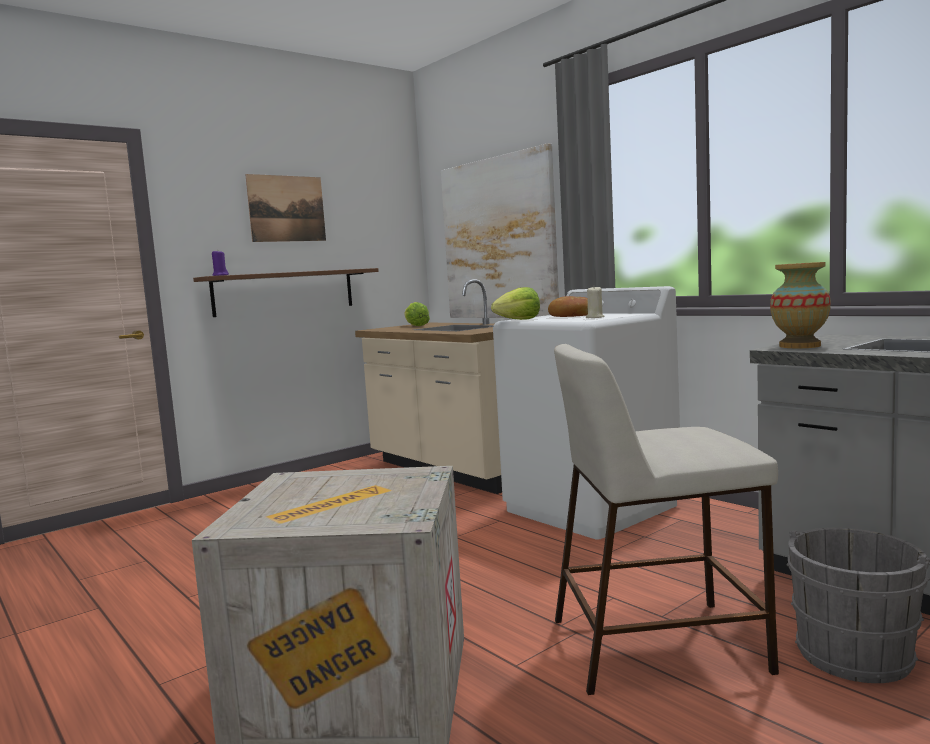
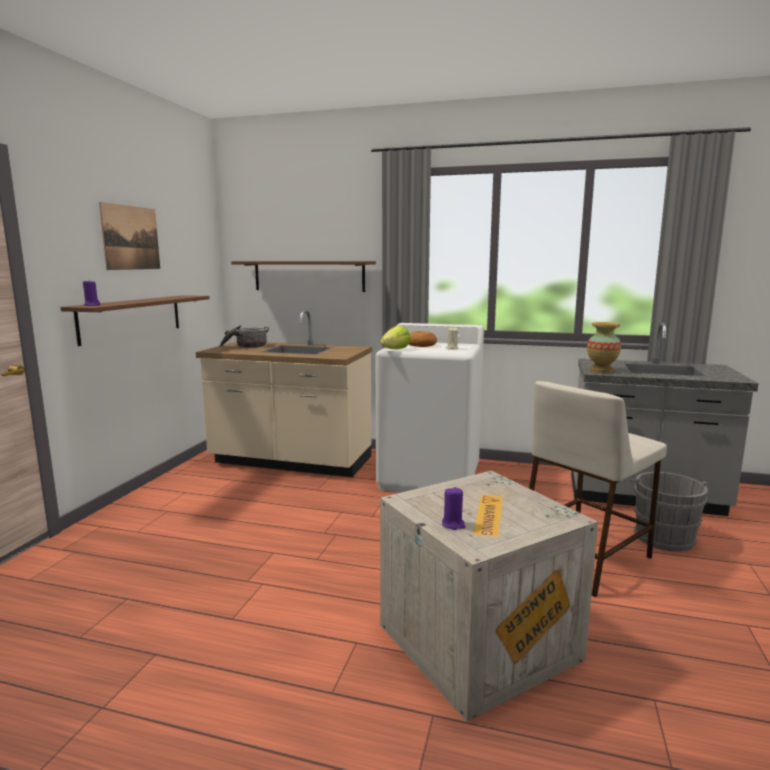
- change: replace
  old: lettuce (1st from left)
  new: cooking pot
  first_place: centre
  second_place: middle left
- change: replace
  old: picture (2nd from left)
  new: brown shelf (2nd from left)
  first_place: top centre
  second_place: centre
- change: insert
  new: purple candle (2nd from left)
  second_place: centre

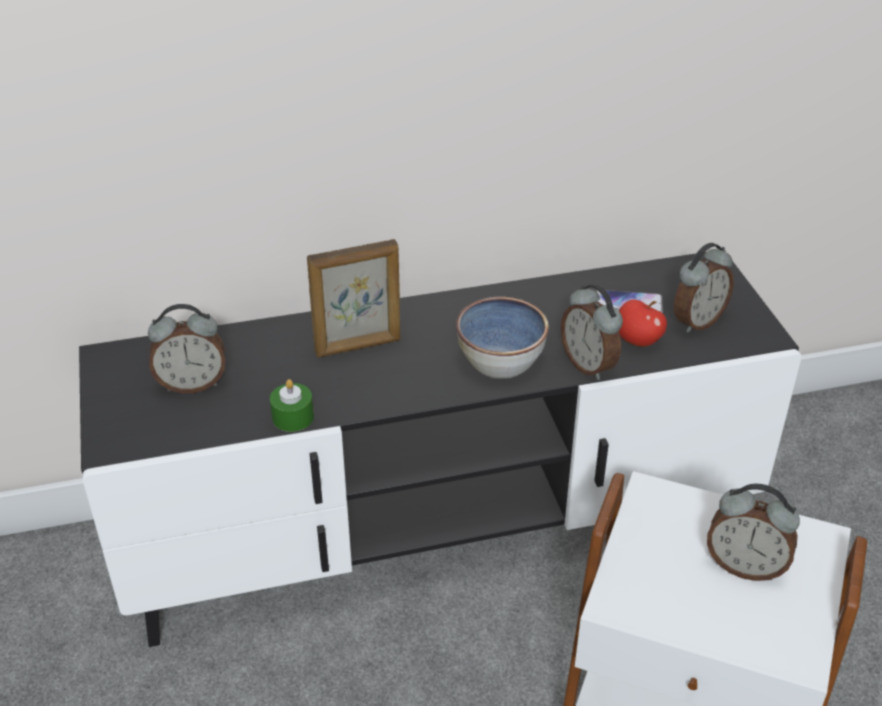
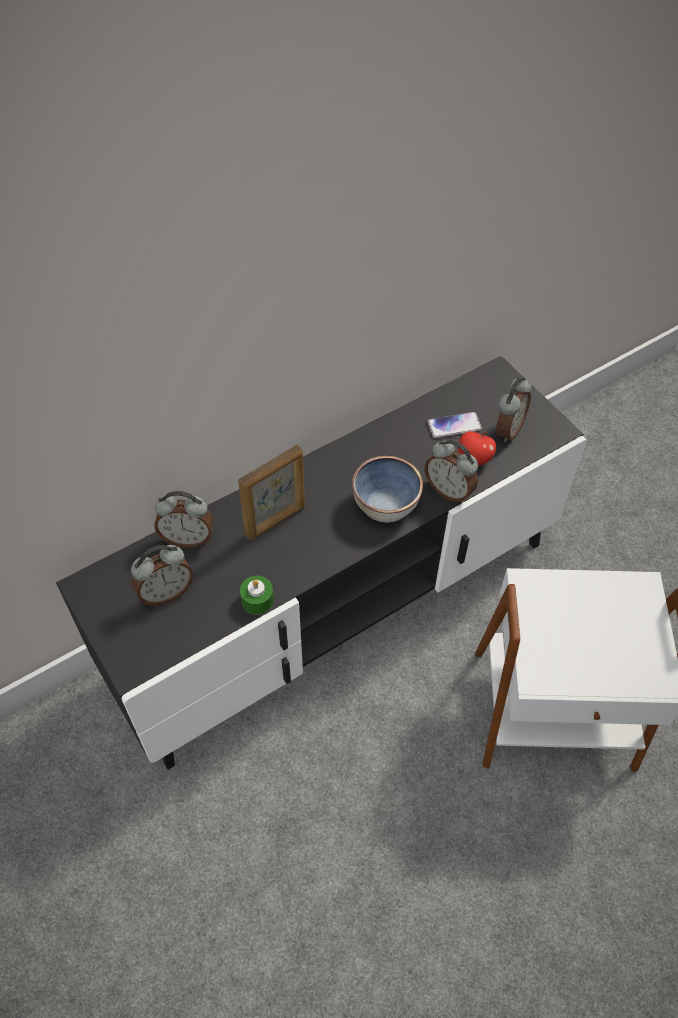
- change: move
  old: alarm clock (4th from left in the first image)
  new: alarm clock (2nd from left)
  first_place: bottom right
  second_place: middle left

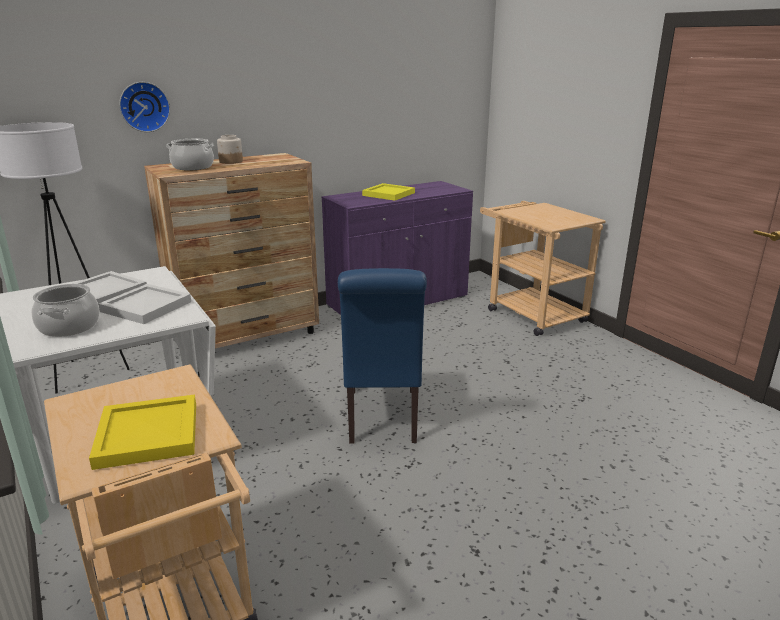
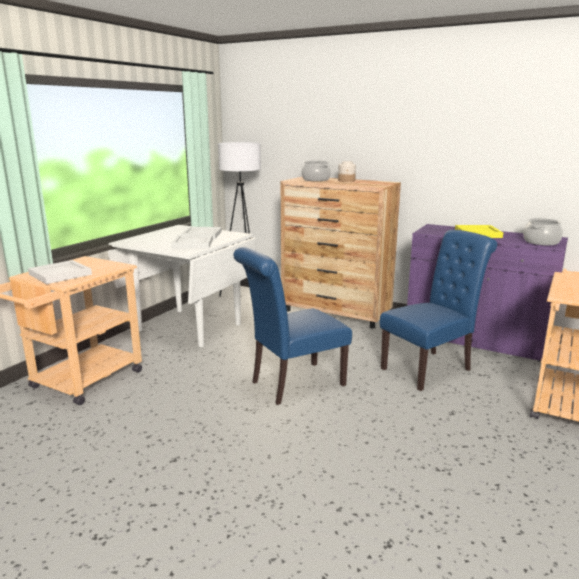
- change: move
  old: cooking pot (1st from left in the first image)
  new: cooking pot (2nd from left)
  first_place: middle left
  second_place: middle right
- change: recolor
  old: yellow tray (1st from left)
  new: white tray (1st from left)
  first_place: bottom left
  second_place: middle left
- change: delete
  old: wall clock
  first_place: top left
- change: insert
  new: blue chair (2nd from left)
  second_place: middle right

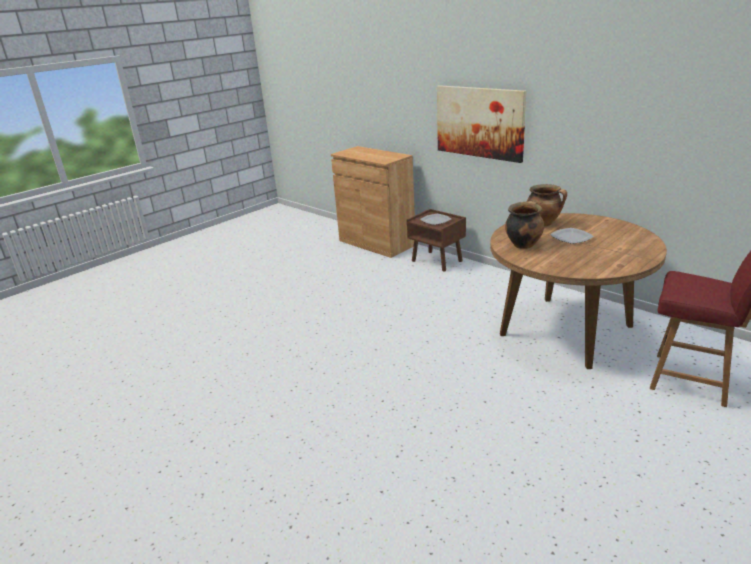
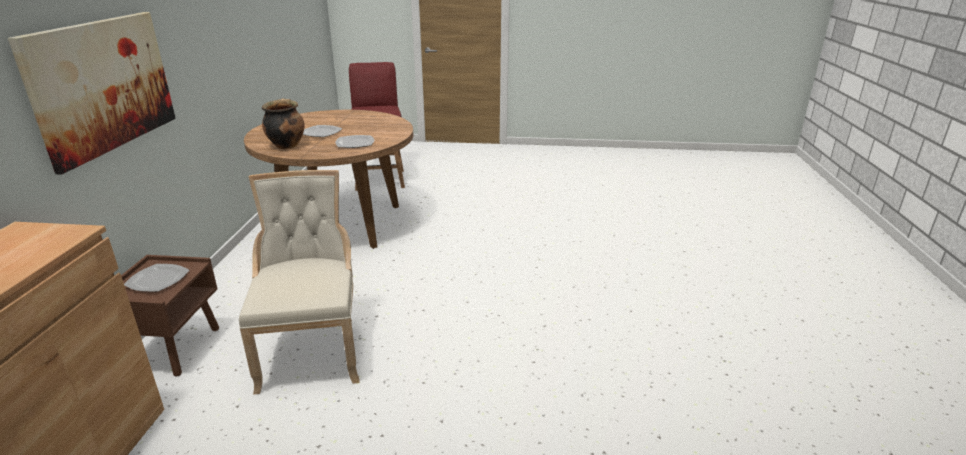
- change: replace
  old: cooking pot (1st from left)
  new: plate (3rd from left)
  first_place: middle right
  second_place: top centre
- change: insert
  new: beige chair
  second_place: middle left

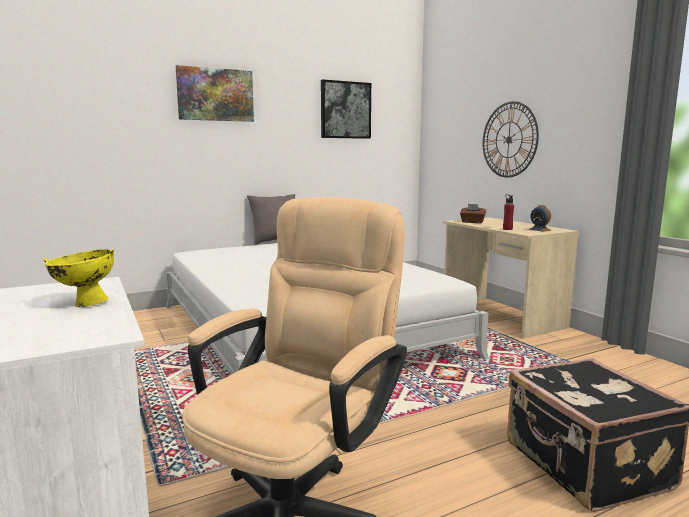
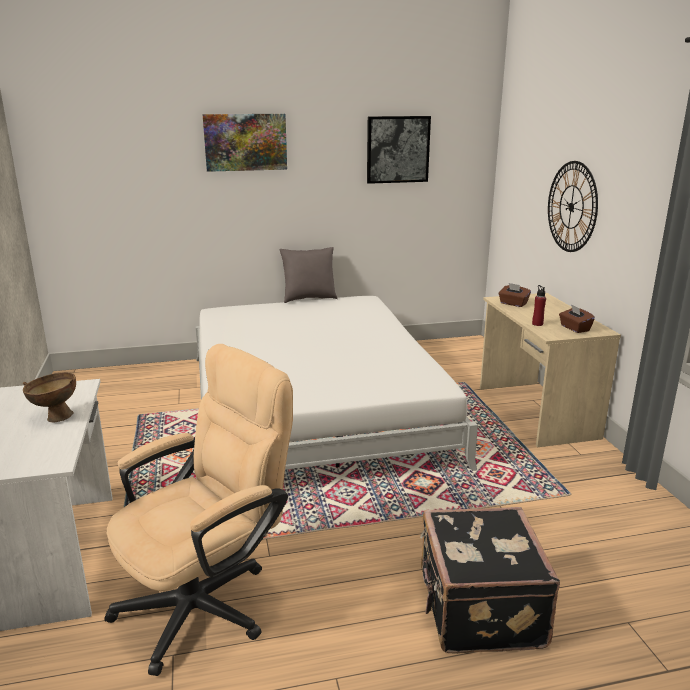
- change: recolor
  old: yellow bowl
  new: brown bowl
  first_place: middle left
  second_place: middle left
- change: replace
  old: alarm clock
  new: brown tissue box (2nd from left)
  first_place: middle right
  second_place: middle right

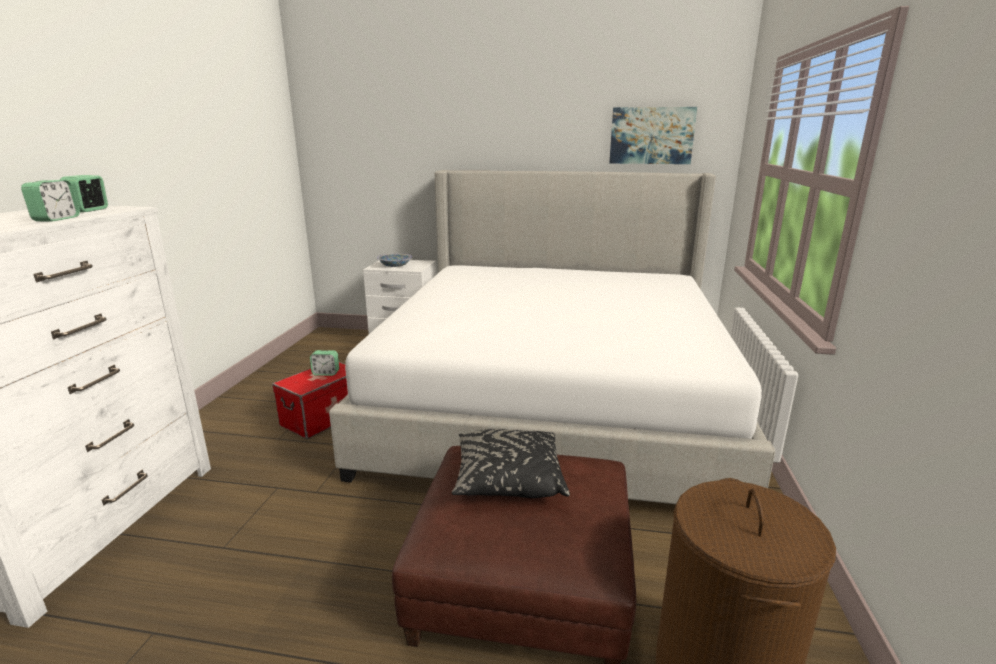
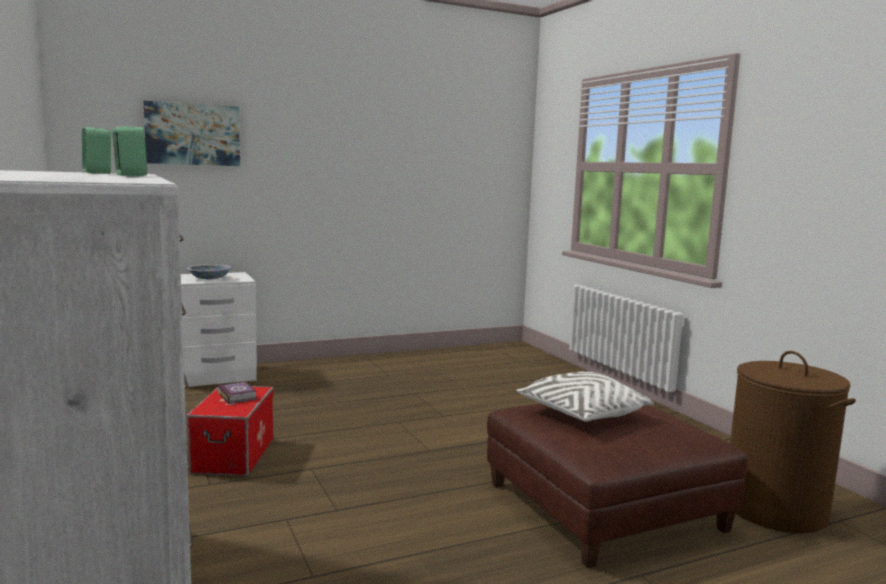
- change: replace
  old: alarm clock (3rd from left)
  new: book
  first_place: middle left
  second_place: bottom left
- change: delete
  old: bed
  first_place: centre
- change: recolor
  old: black pillow
  new: white pillow
  first_place: bottom centre
  second_place: bottom centre
- change: move
  old: picture
  first_place: top centre
  second_place: top left

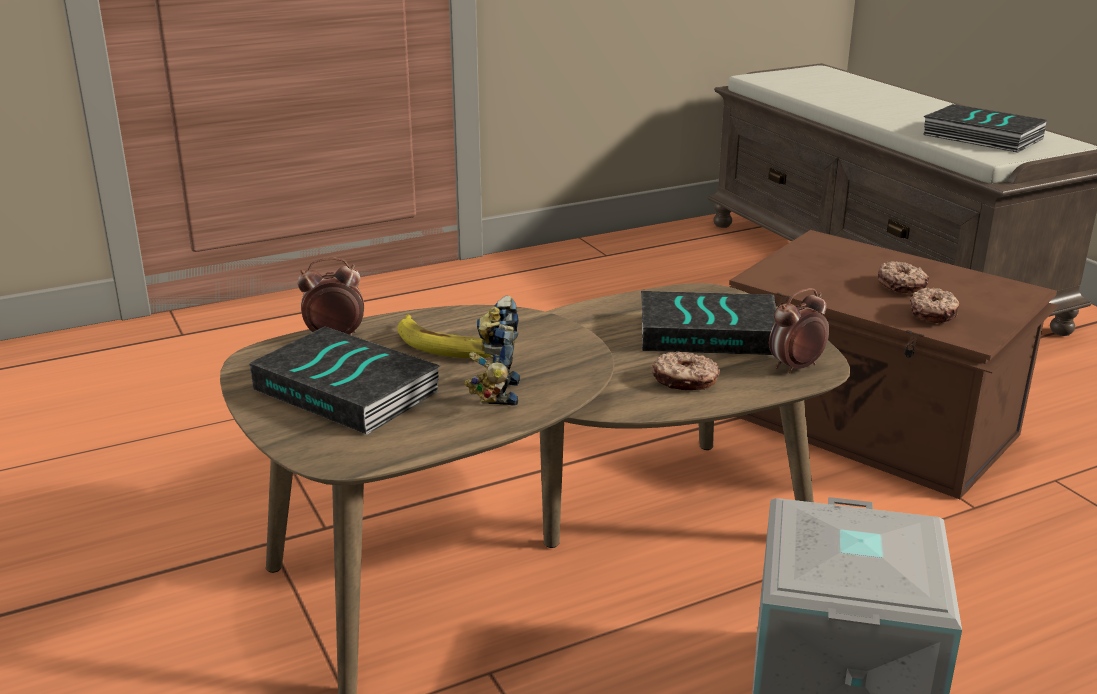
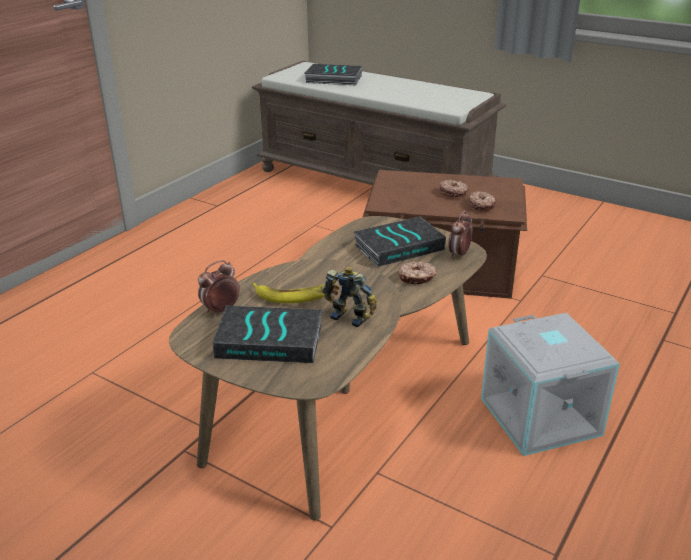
- change: rotate
  old: toy robot
  first_place: centre
  second_place: centre
  degrees: 150
- change: move
  old: book (3rd from left in the first image)
  new: book (2nd from left)
  first_place: top right
  second_place: top centre

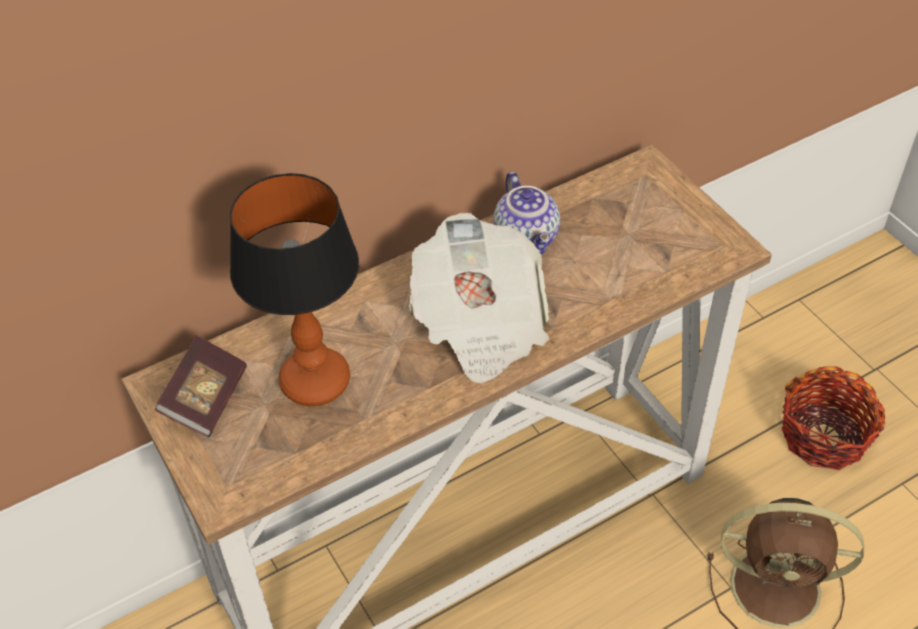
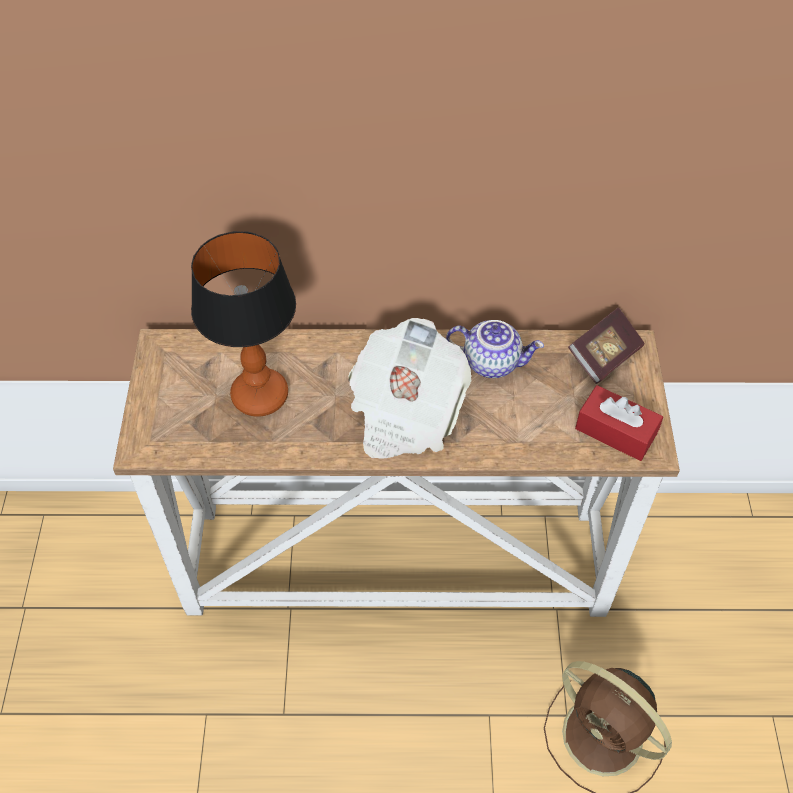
- change: move
  old: book
  first_place: middle left
  second_place: middle right
- change: rotate
  old: teapot
  first_place: centre
  second_place: centre
  degrees: -90
- change: delete
  old: basket
  first_place: middle right
- change: insert
  new: red tissue box
  second_place: middle right

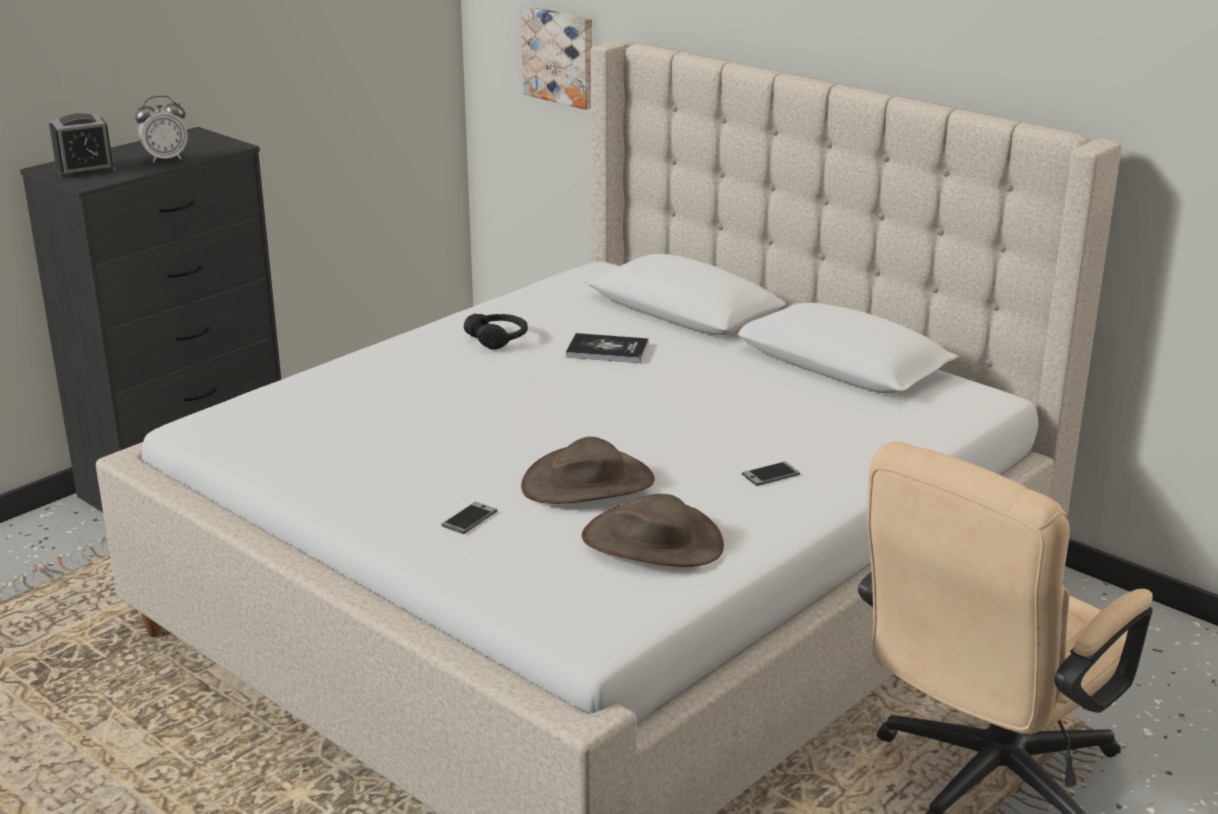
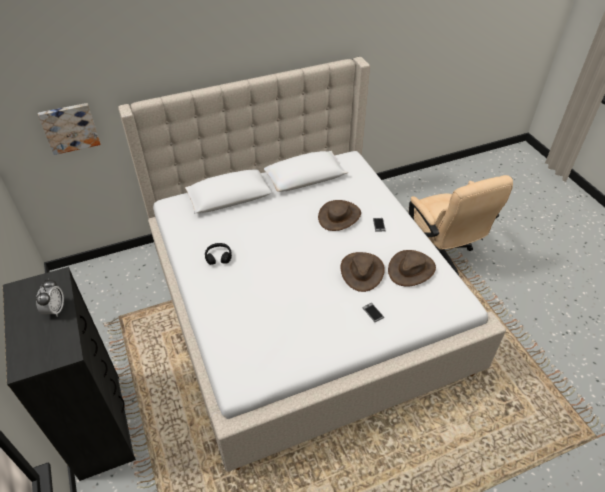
- change: delete
  old: alarm clock (1st from left)
  first_place: top left
- change: delete
  old: book
  first_place: centre
- change: insert
  new: brown hat (1st from left)
  second_place: centre

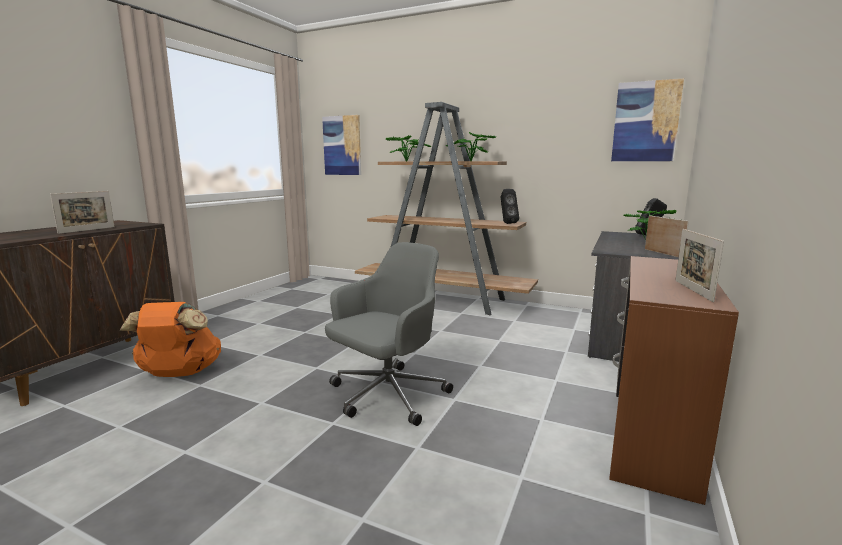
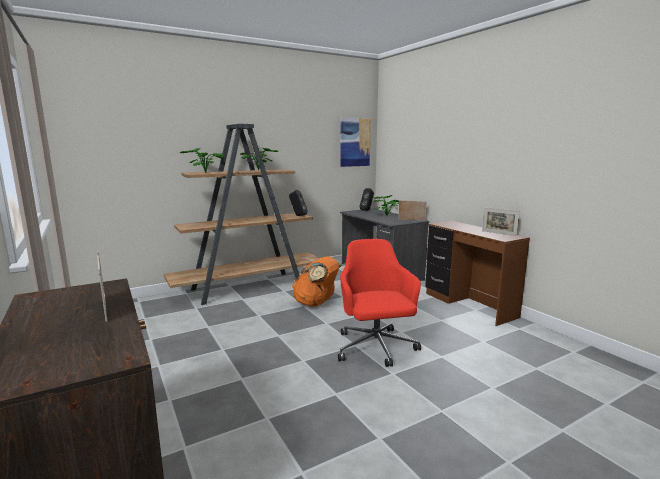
- change: move
  old: orange backpack
  first_place: middle left
  second_place: centre
- change: delete
  old: picture (1st from left)
  first_place: top centre
- change: recolor
  old: grey office chair
  new: red office chair
  first_place: centre
  second_place: centre

